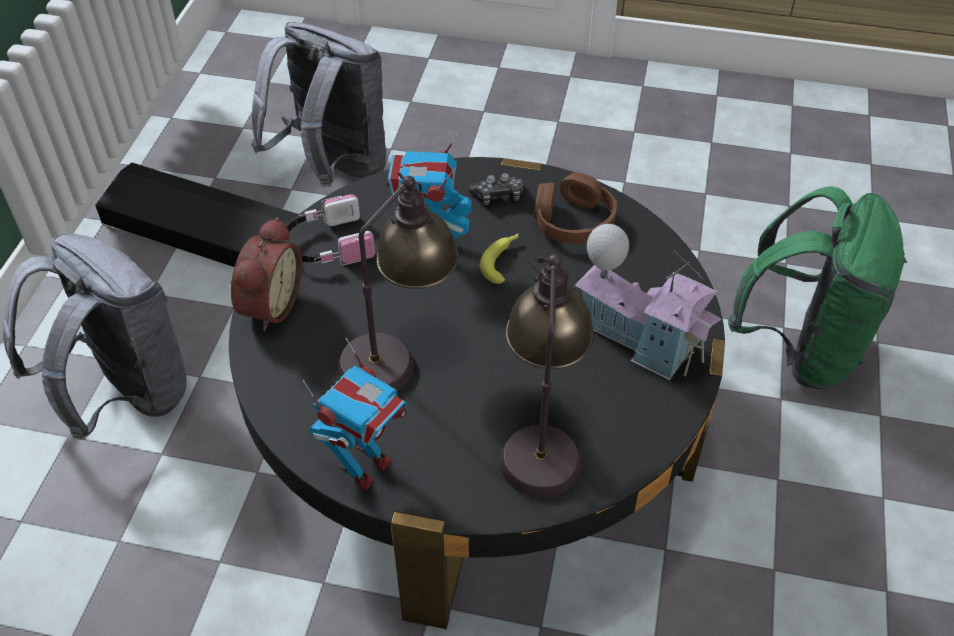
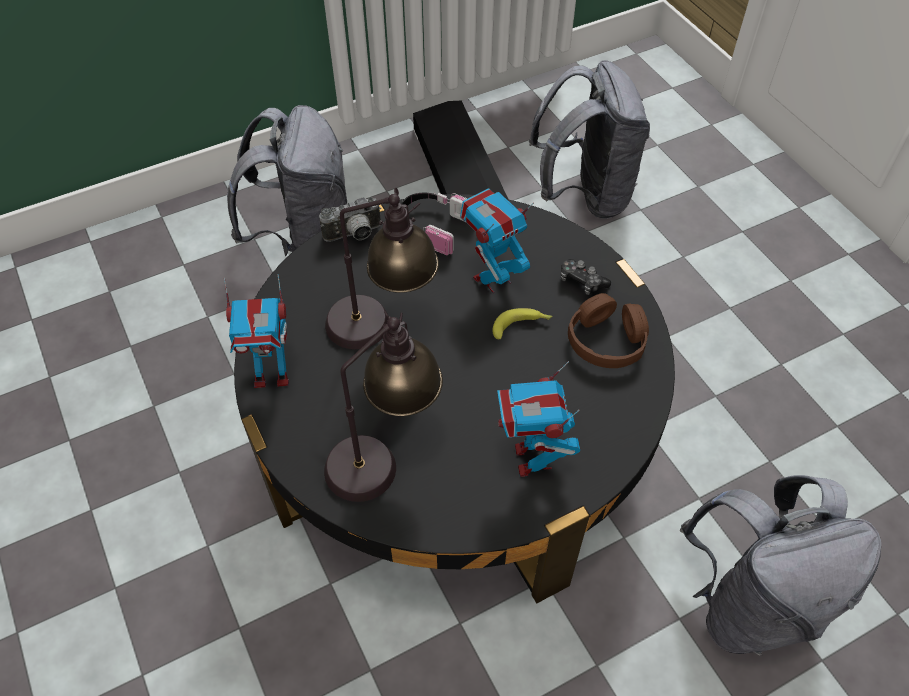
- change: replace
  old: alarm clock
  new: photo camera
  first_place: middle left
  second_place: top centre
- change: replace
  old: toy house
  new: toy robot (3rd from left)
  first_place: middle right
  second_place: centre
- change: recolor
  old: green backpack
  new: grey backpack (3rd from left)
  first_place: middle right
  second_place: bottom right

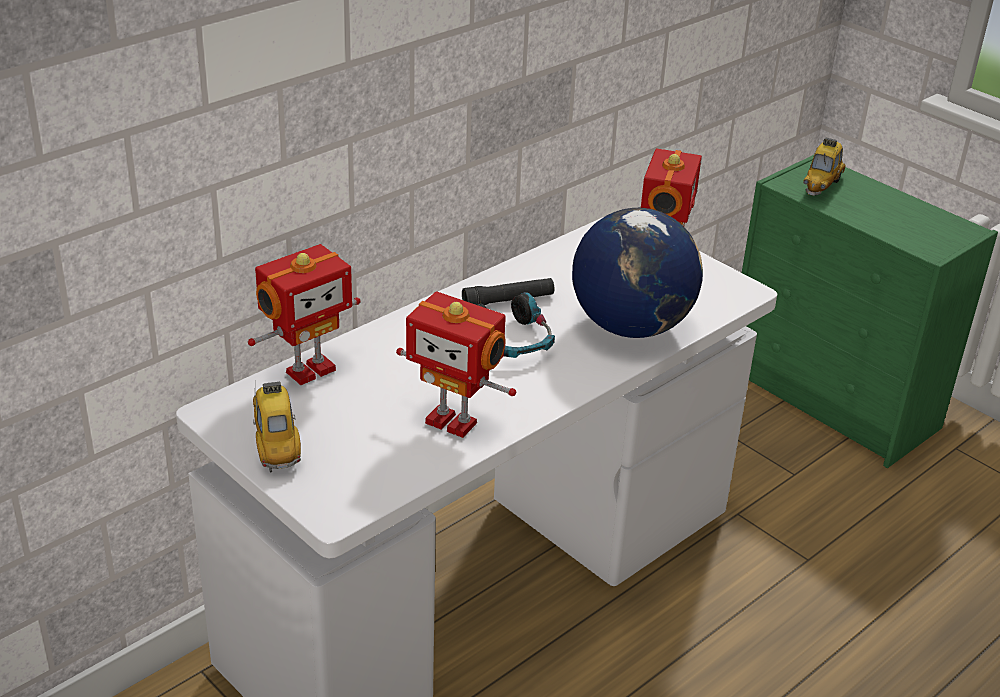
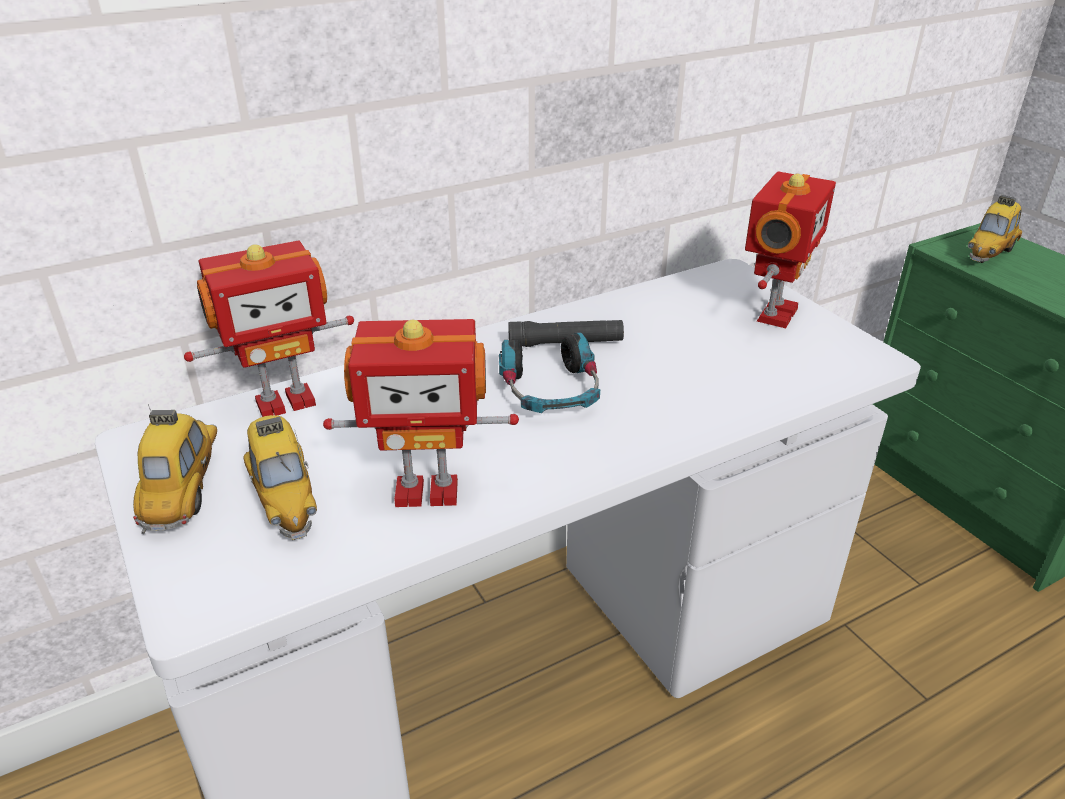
- change: rotate
  old: toy robot (2nd from left)
  first_place: centre
  second_place: centre
  degrees: -45
- change: delete
  old: globe
  first_place: centre
- change: insert
  new: toy car (2nd from left)
  second_place: middle left

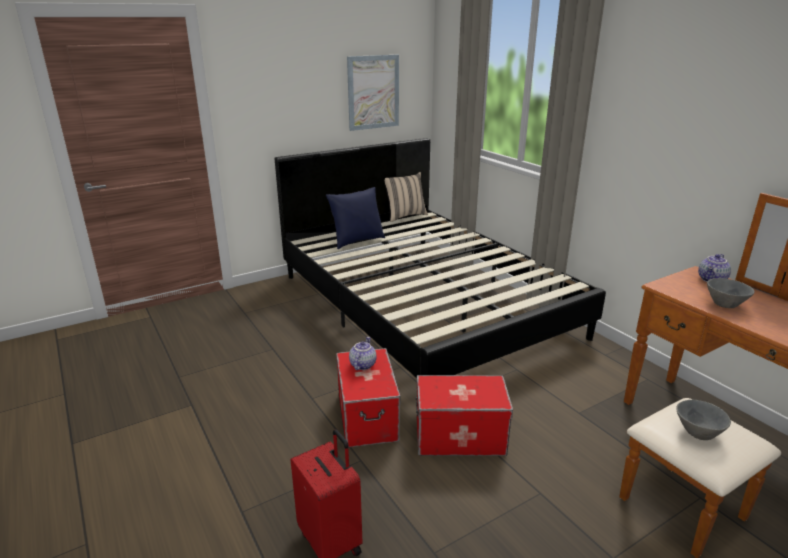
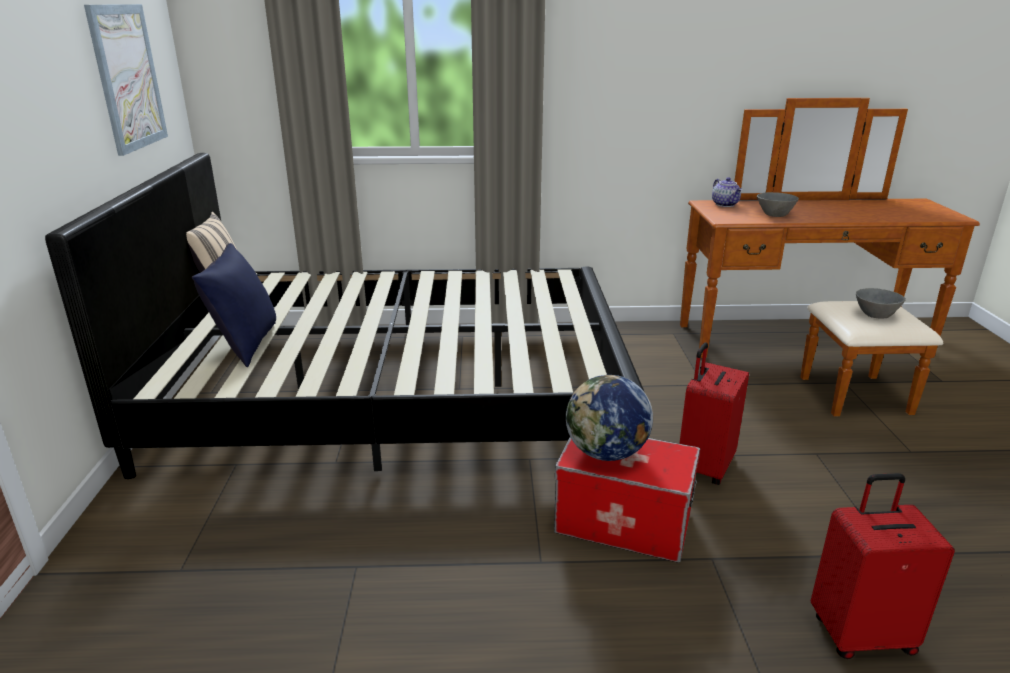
- change: replace
  old: teapot (1st from left)
  new: globe
  first_place: centre
  second_place: centre
- change: replace
  old: storage box (2nd from left)
  new: red suitcase (1st from left)
  first_place: bottom centre
  second_place: middle right

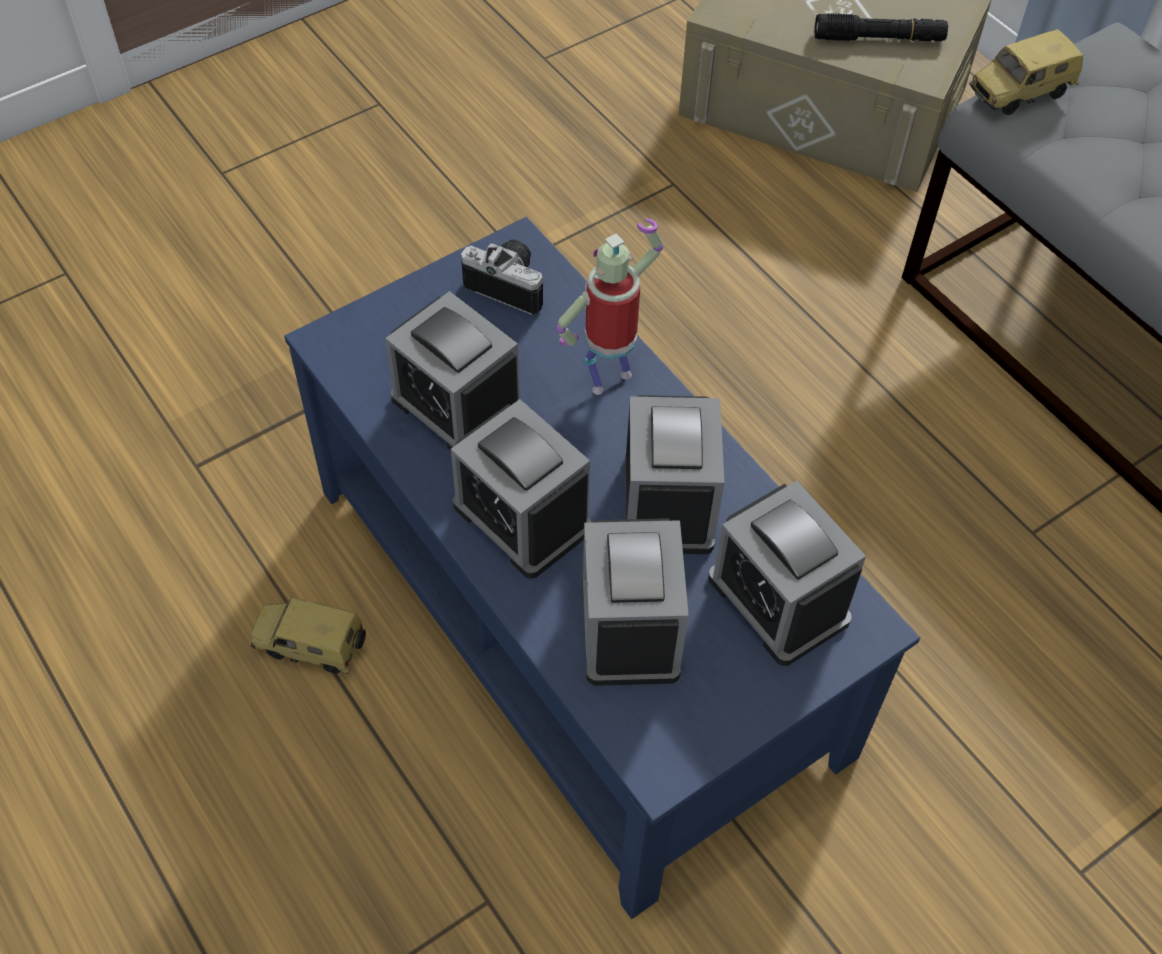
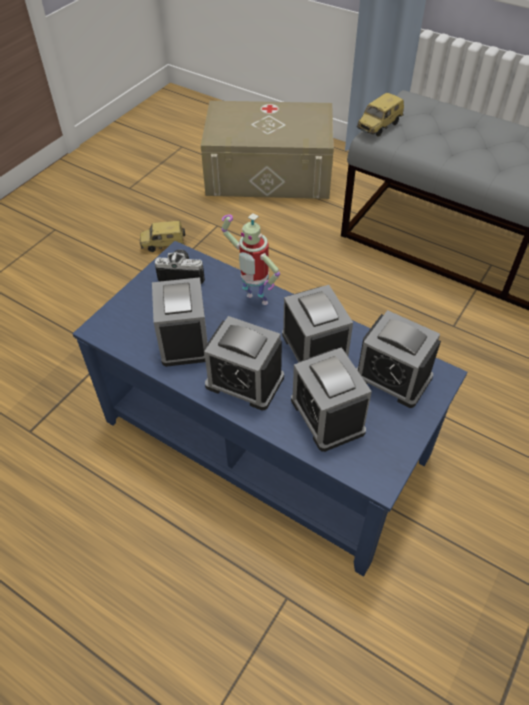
- change: move
  old: toy car (1st from left)
  first_place: bottom left
  second_place: middle left
- change: rotate
  old: alarm clock (1st from left)
  first_place: centre
  second_place: centre
  degrees: -120
- change: rotate
  old: toy robot
  first_place: top centre
  second_place: centre
  degrees: -90
- change: delete
  old: black flashlight
  first_place: top right

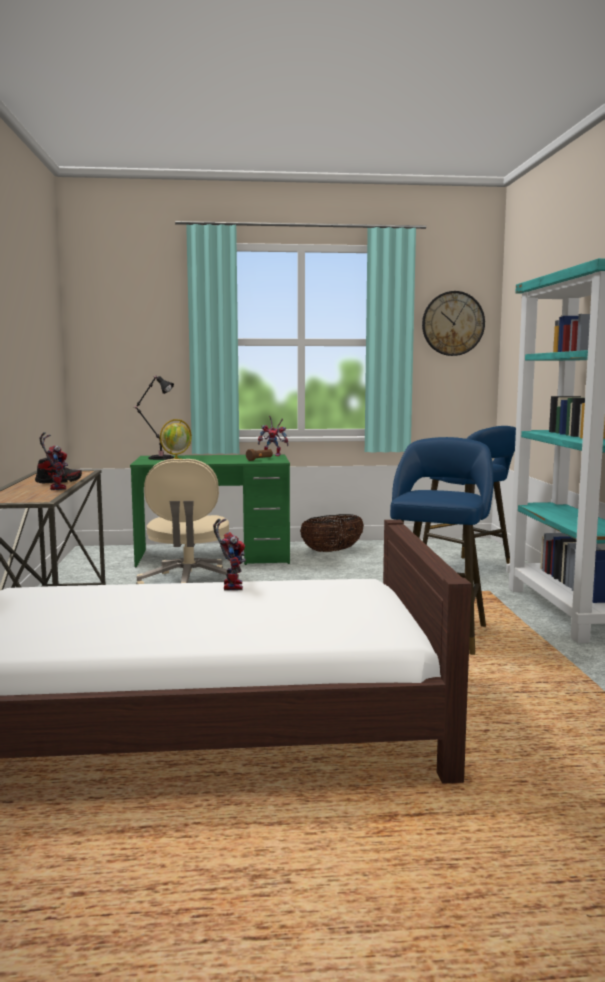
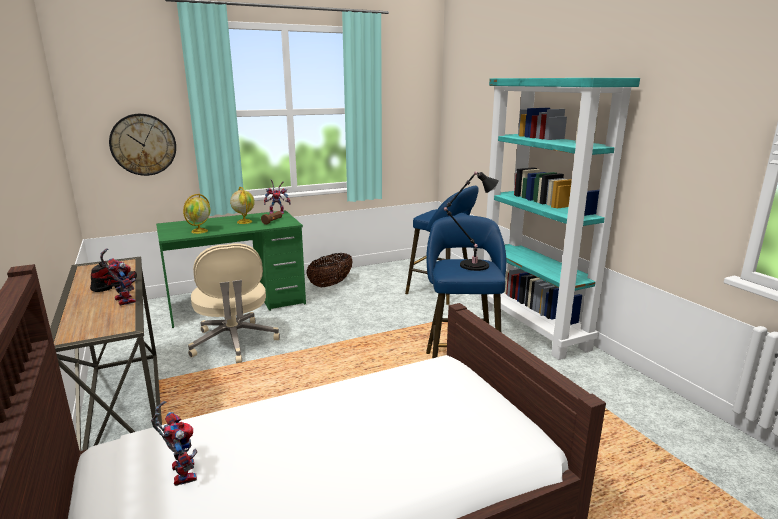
- change: move
  old: black table lamp
  first_place: middle left
  second_place: centre
- change: move
  old: toy robot (2nd from left)
  first_place: centre
  second_place: bottom left
- change: move
  old: wall clock
  first_place: top right
  second_place: top left
- change: insert
  new: globe (2nd from left)
  second_place: middle left

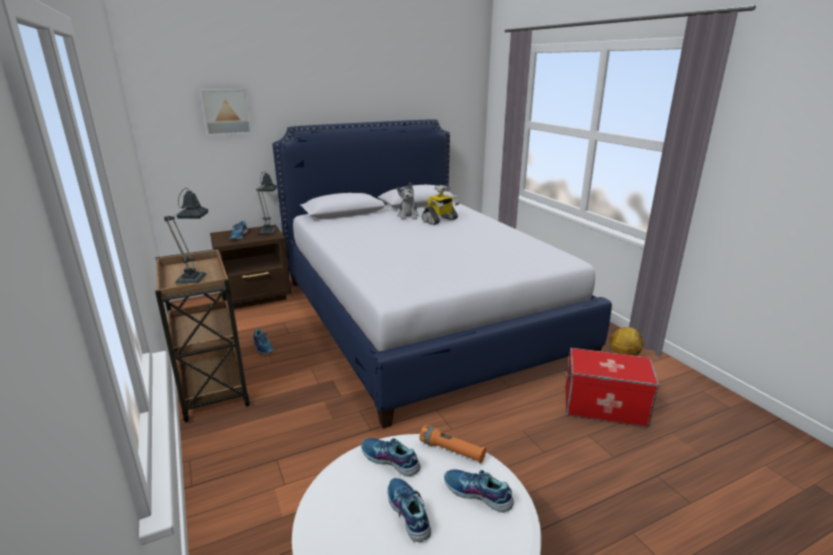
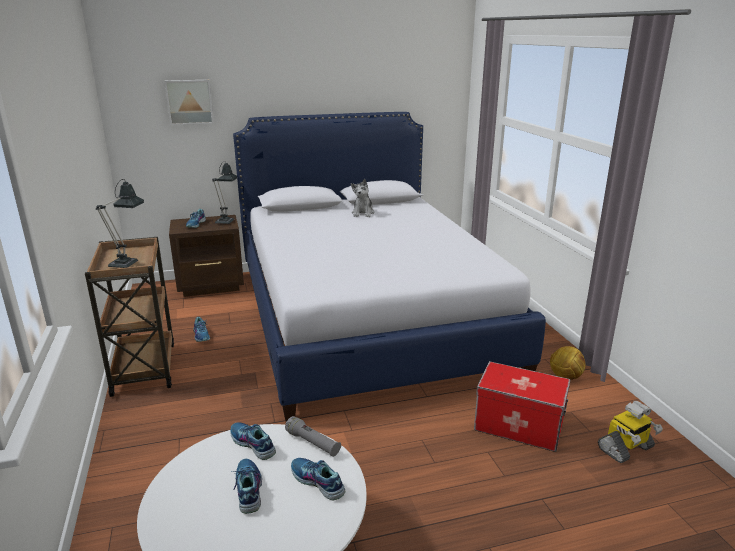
- change: recolor
  old: orange flashlight
  new: grey flashlight
  first_place: bottom centre
  second_place: bottom centre
- change: move
  old: toy robot
  first_place: centre
  second_place: bottom right

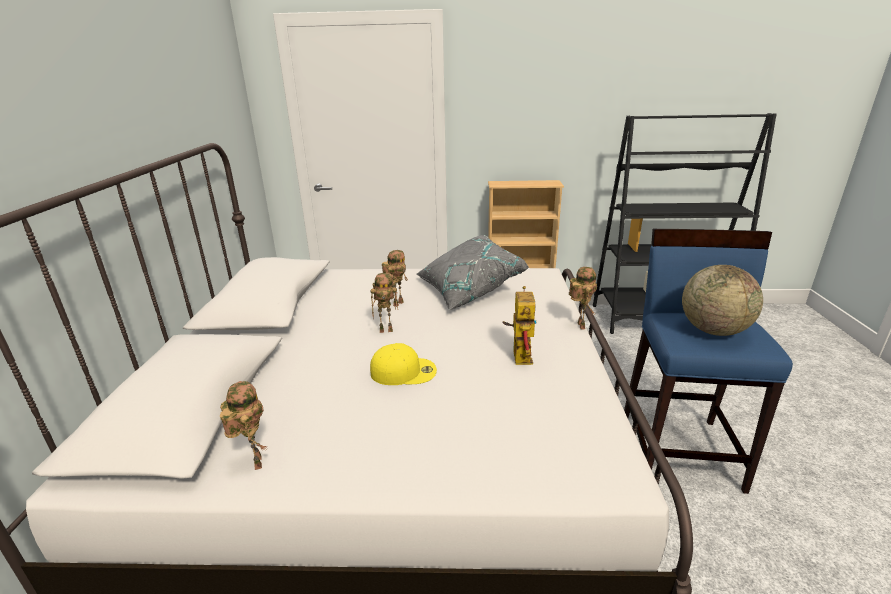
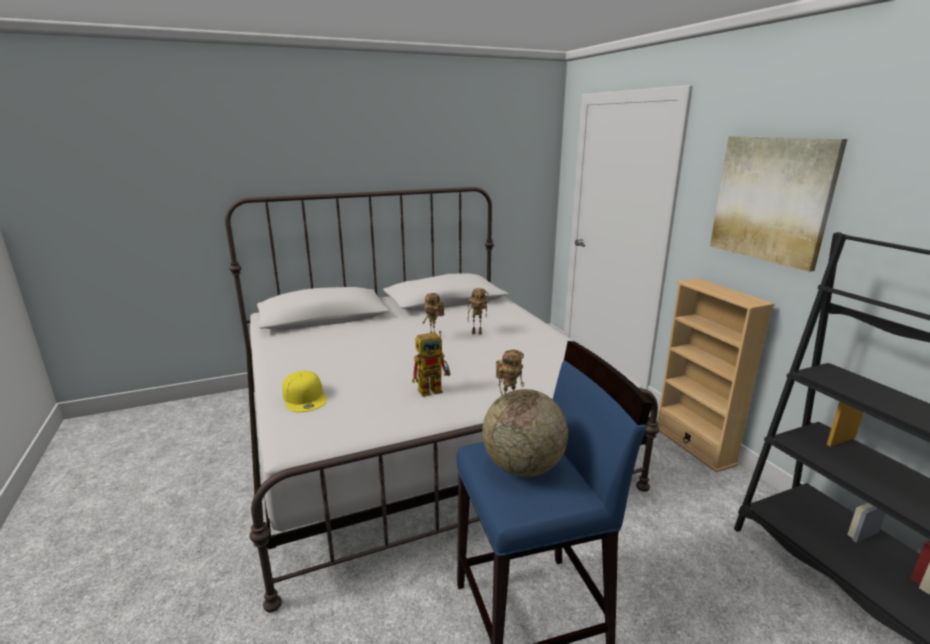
- change: delete
  old: toy robot (1st from left)
  first_place: bottom left
- change: move
  old: yellow cap
  first_place: centre
  second_place: middle left
- change: delete
  old: grey pillow
  first_place: centre
- change: insert
  new: picture
  second_place: top right

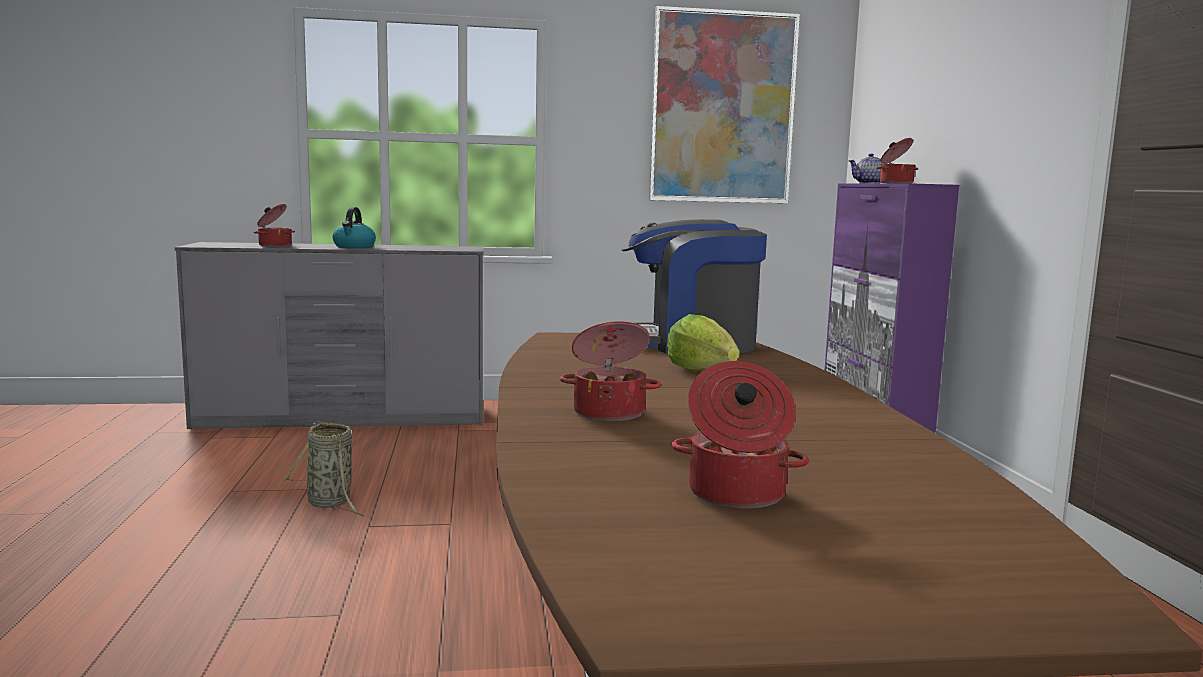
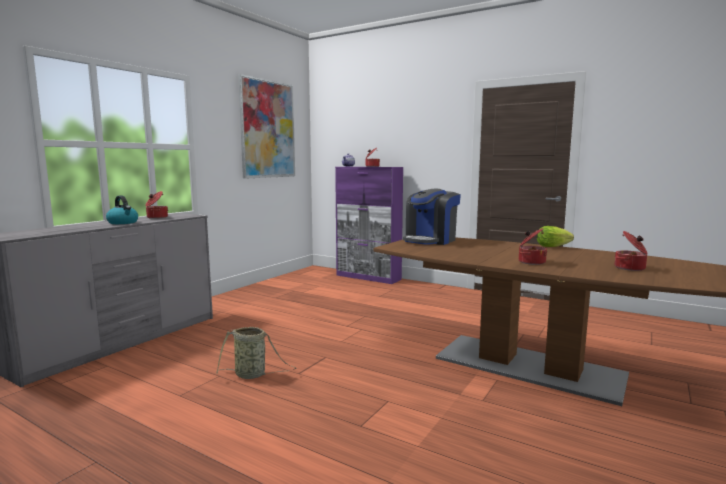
- change: move
  old: cooking pot (1st from left)
  first_place: top left
  second_place: middle left
- change: move
  old: lettuce
  first_place: centre
  second_place: middle right

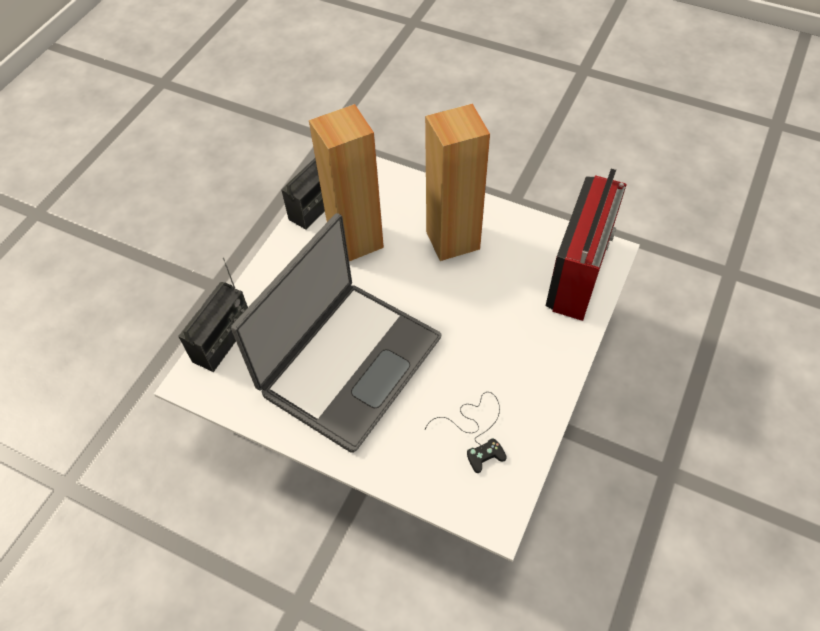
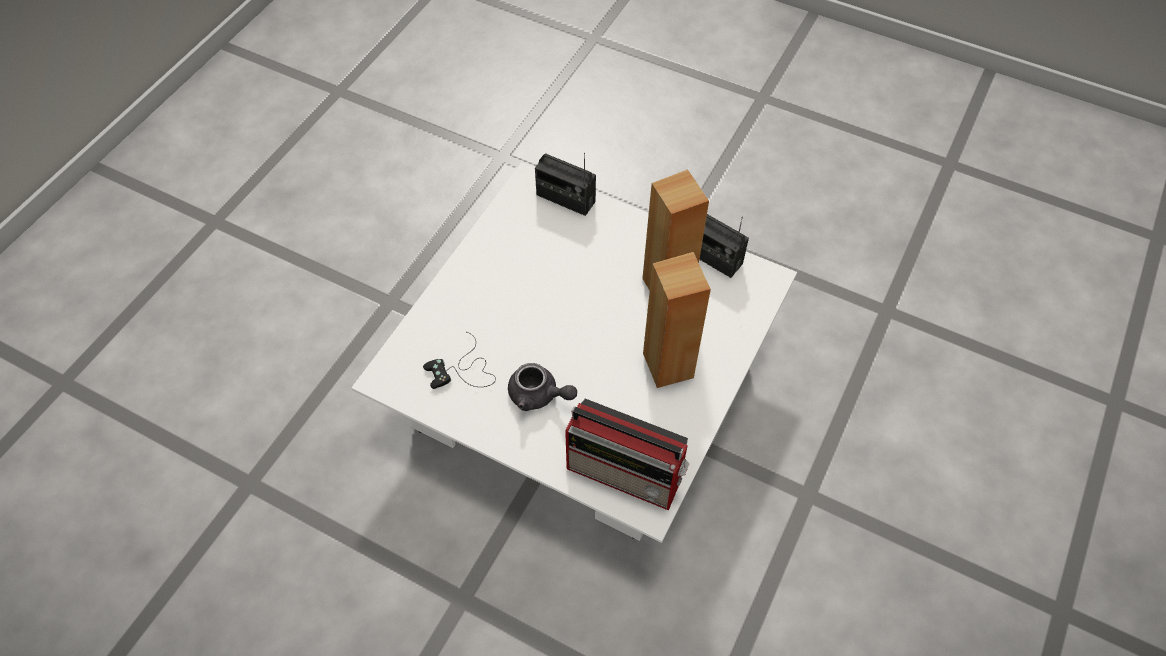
- change: delete
  old: laptop
  first_place: centre
- change: insert
  new: grey teapot
  second_place: centre

